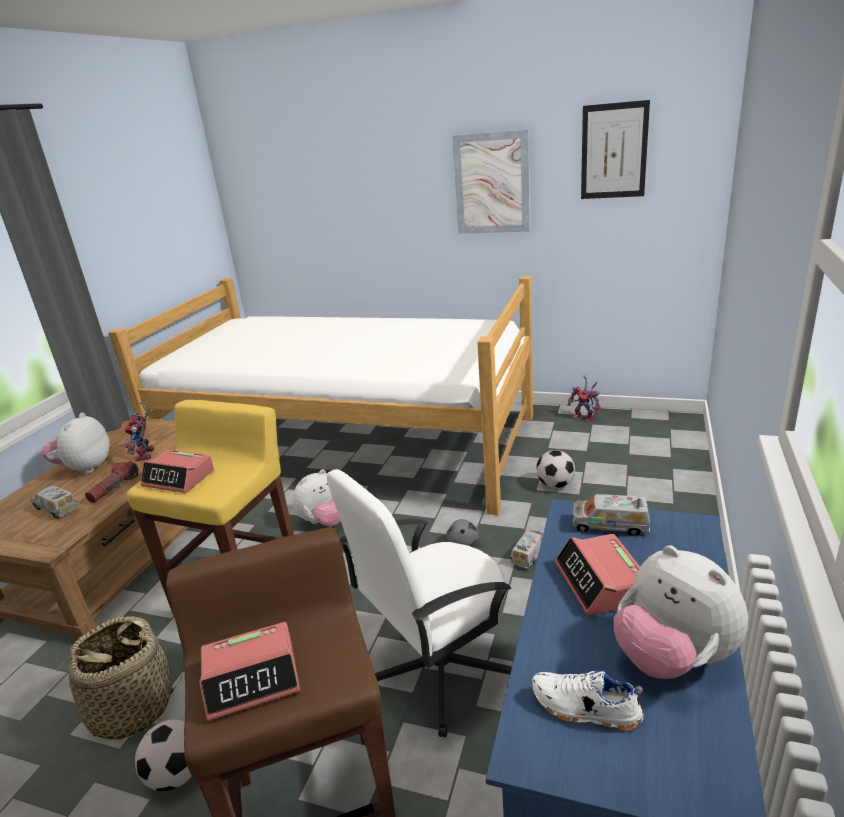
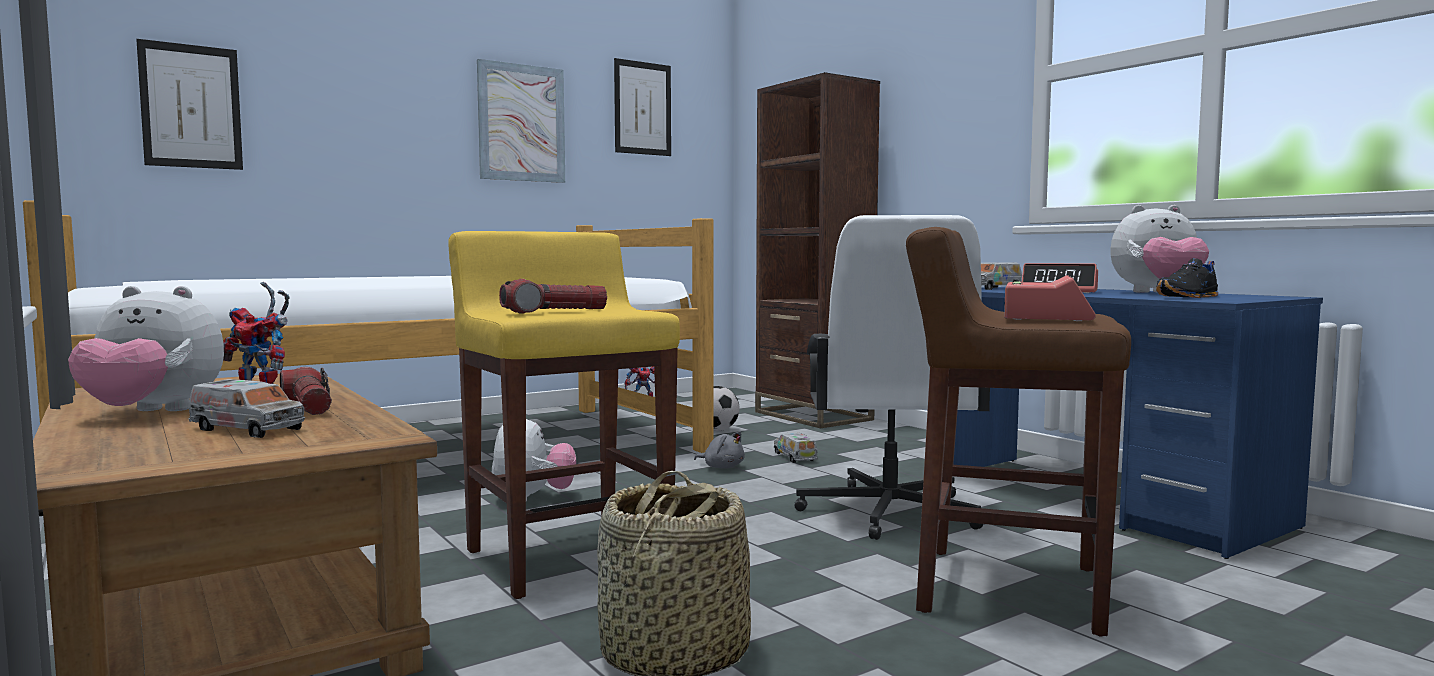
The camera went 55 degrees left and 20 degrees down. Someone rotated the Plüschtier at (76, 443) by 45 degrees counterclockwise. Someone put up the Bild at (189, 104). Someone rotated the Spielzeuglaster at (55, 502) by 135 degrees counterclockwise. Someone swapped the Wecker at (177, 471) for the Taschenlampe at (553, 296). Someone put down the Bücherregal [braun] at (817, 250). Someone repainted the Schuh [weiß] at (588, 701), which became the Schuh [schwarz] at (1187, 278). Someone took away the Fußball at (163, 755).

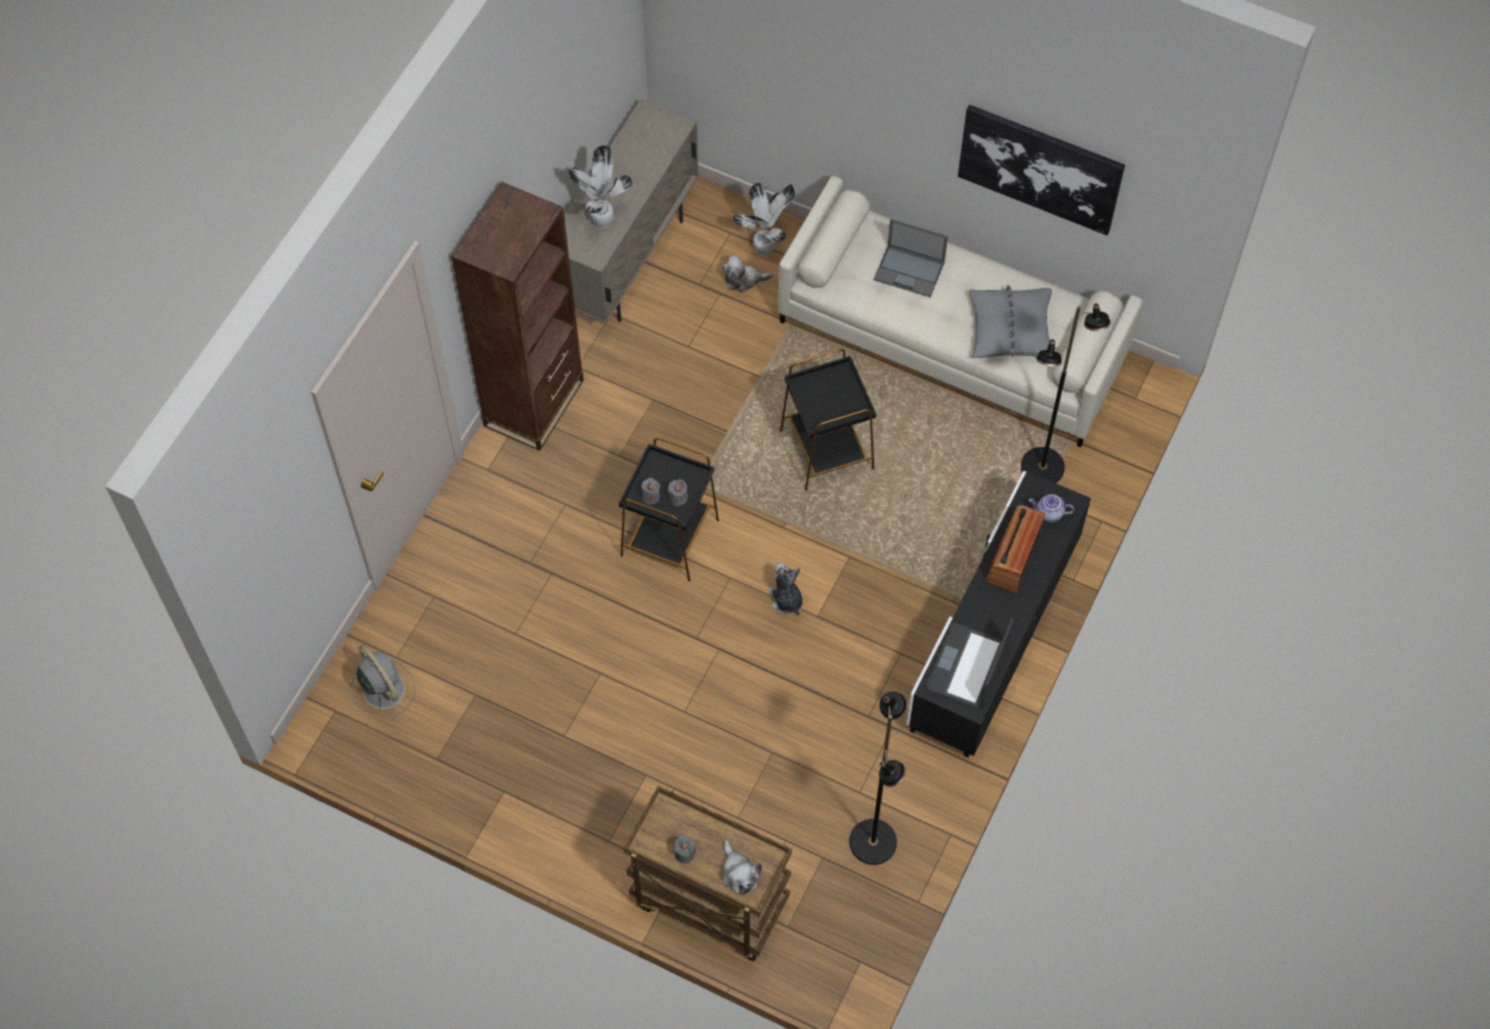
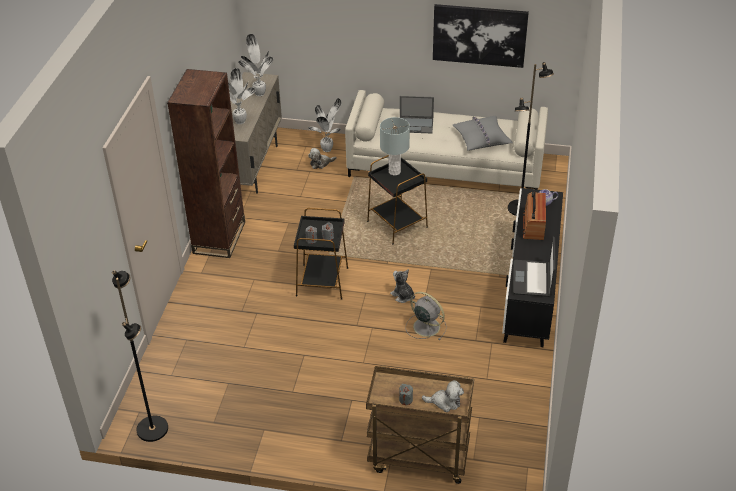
The camera went 15 degrees left and 20 degrees down. Someone carried the Stehlampe [schwarz] from (878, 778) to (140, 356). Someone put down the Topfpflanze at (255, 65). Someone put down the Tischlampe [grau] at (395, 146). Someone carried the Ventilator [grau] from (383, 683) to (426, 316). Someone rotated the Plüschtier at (742, 867) by 45 degrees counterclockwise.

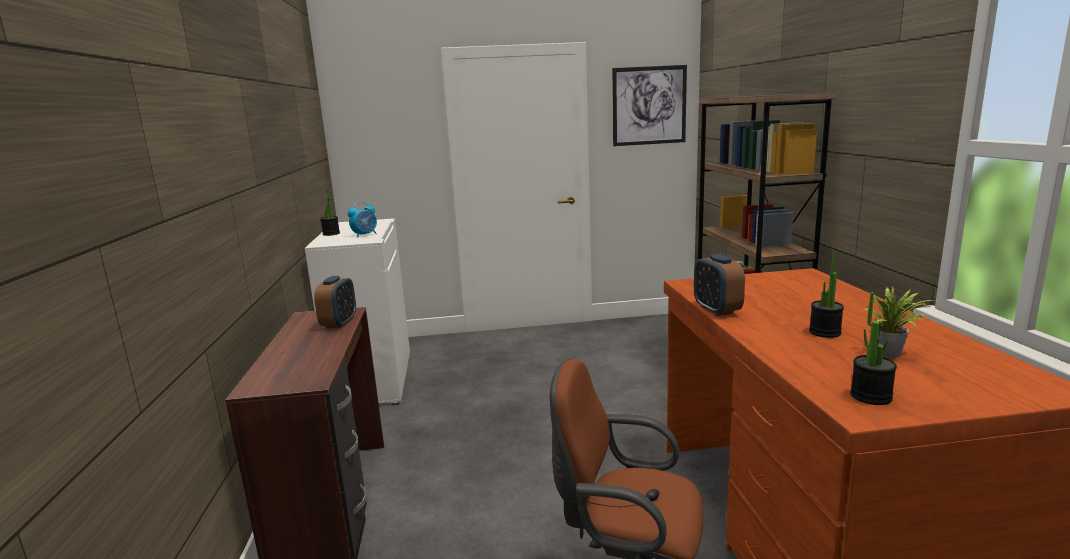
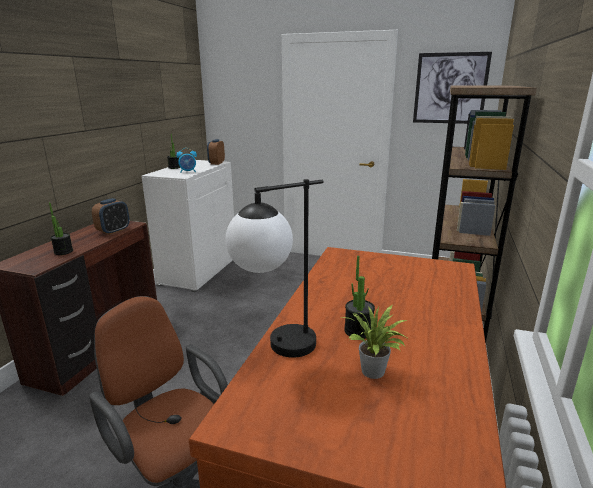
The camera went 25 degrees right and 5 degrees up. Someone carried the Topfpflanze from (873, 348) to (61, 228). Someone carried the Wecker from (719, 285) to (216, 152). Someone put down the Tischlampe at (274, 268).

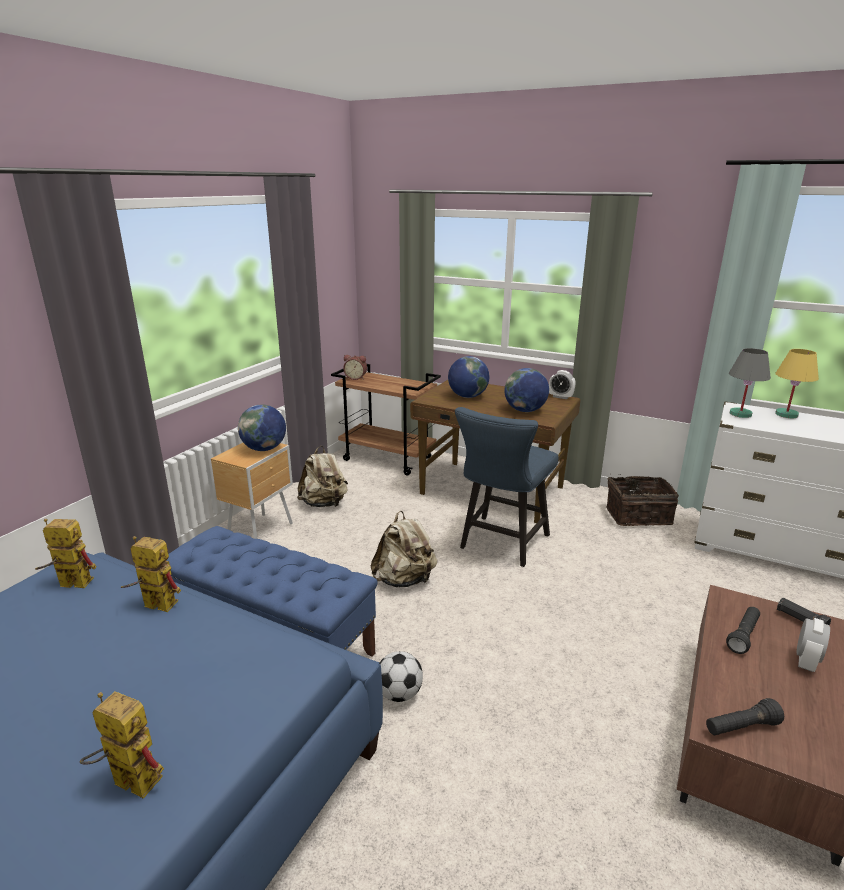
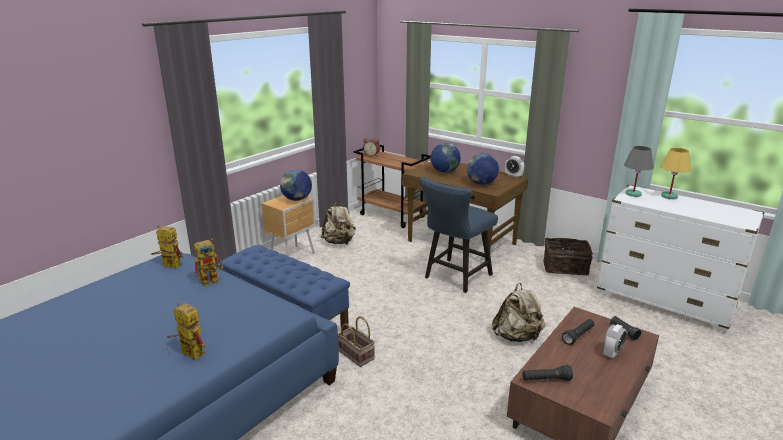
The camera went 10 degrees right and 0 degrees up. Someone rotated the Spielzeugroboter at (151, 574) by 120 degrees clockwise. Someone swapped the Fußball at (401, 676) for the Korb at (356, 341). Someone carried the Rucksack [beige] from (404, 549) to (518, 312).

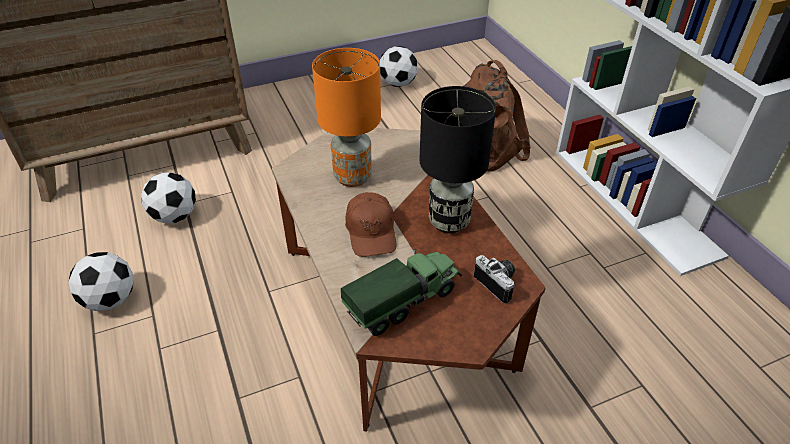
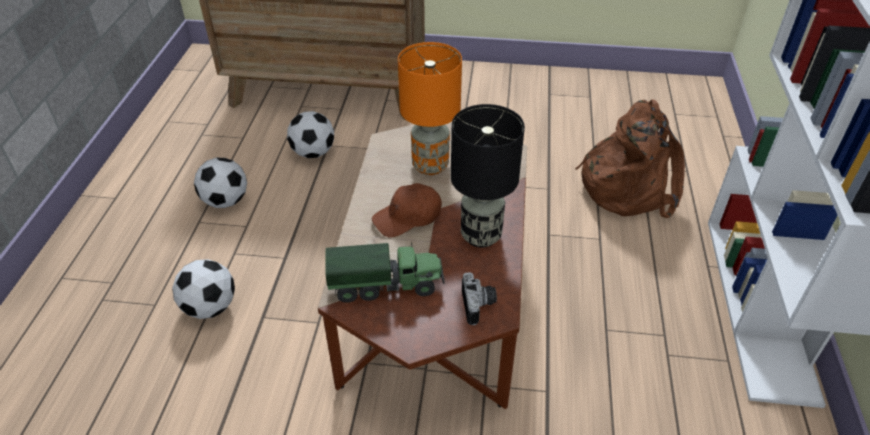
The camera went 30 degrees right and 0 degrees up. Someone carried the Fußball from (399, 66) to (203, 289). Someone rotated the Kappe [braun] at (370, 224) by 45 degrees clockwise.

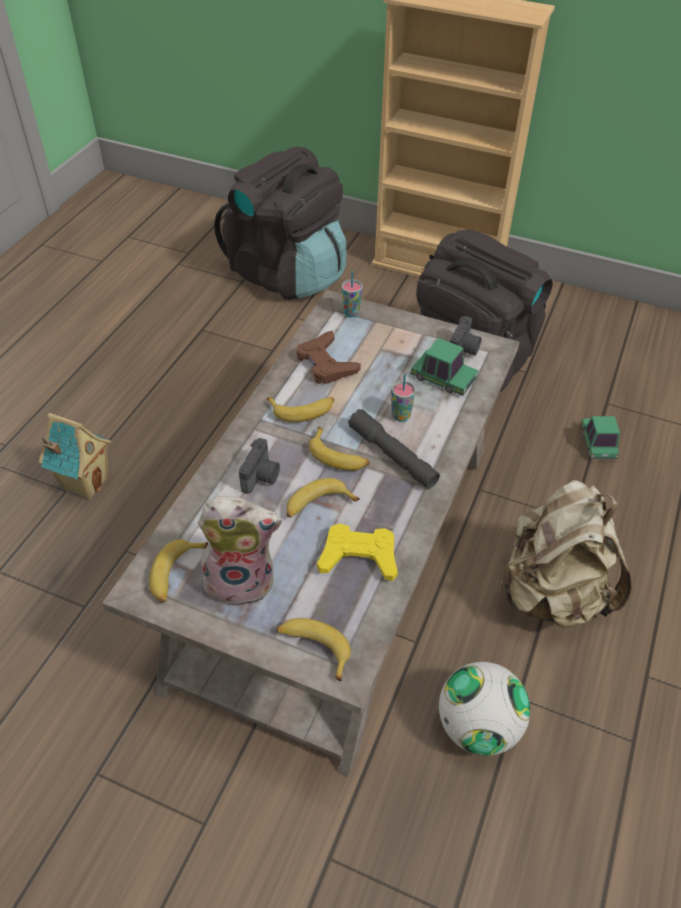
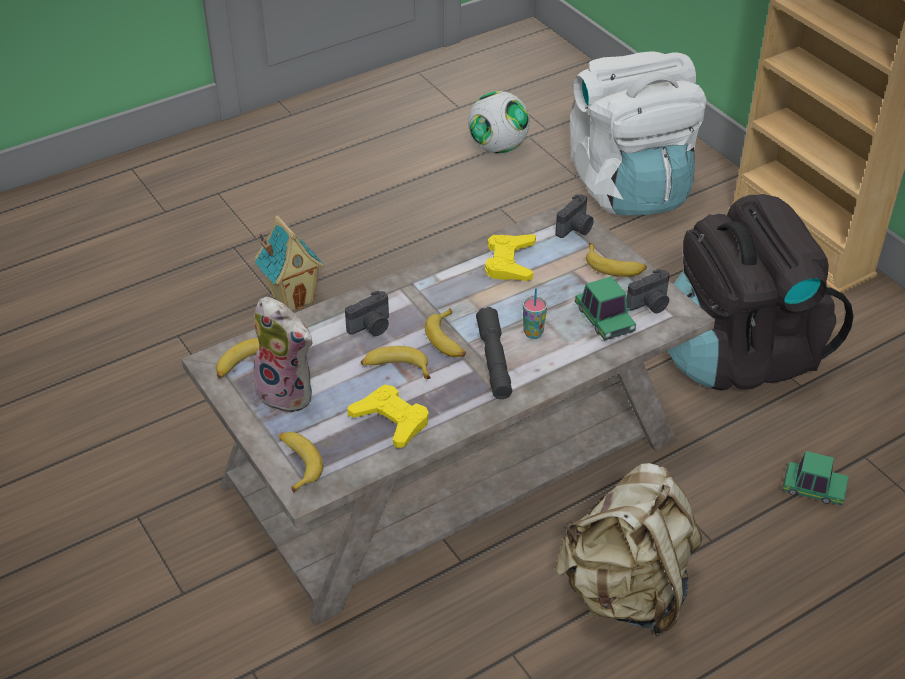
The camera went 35 degrees right and 5 degrees down. Someone carried the Fußball from (484, 709) to (499, 122). Someone repainted the Gamepad [braun] at (329, 357), which became the Gamepad [gelb] at (510, 257). Someone swapped the Tasse at (352, 294) for the Kamera at (574, 216). Someone repainted the Rucksack [schwarz] at (280, 223), which became the Rucksack [weiß] at (638, 133). Someone carried the Banane from (300, 409) to (616, 260). Someone rotated the Spielzeugauto at (600, 437) by 75 degrees clockwise.

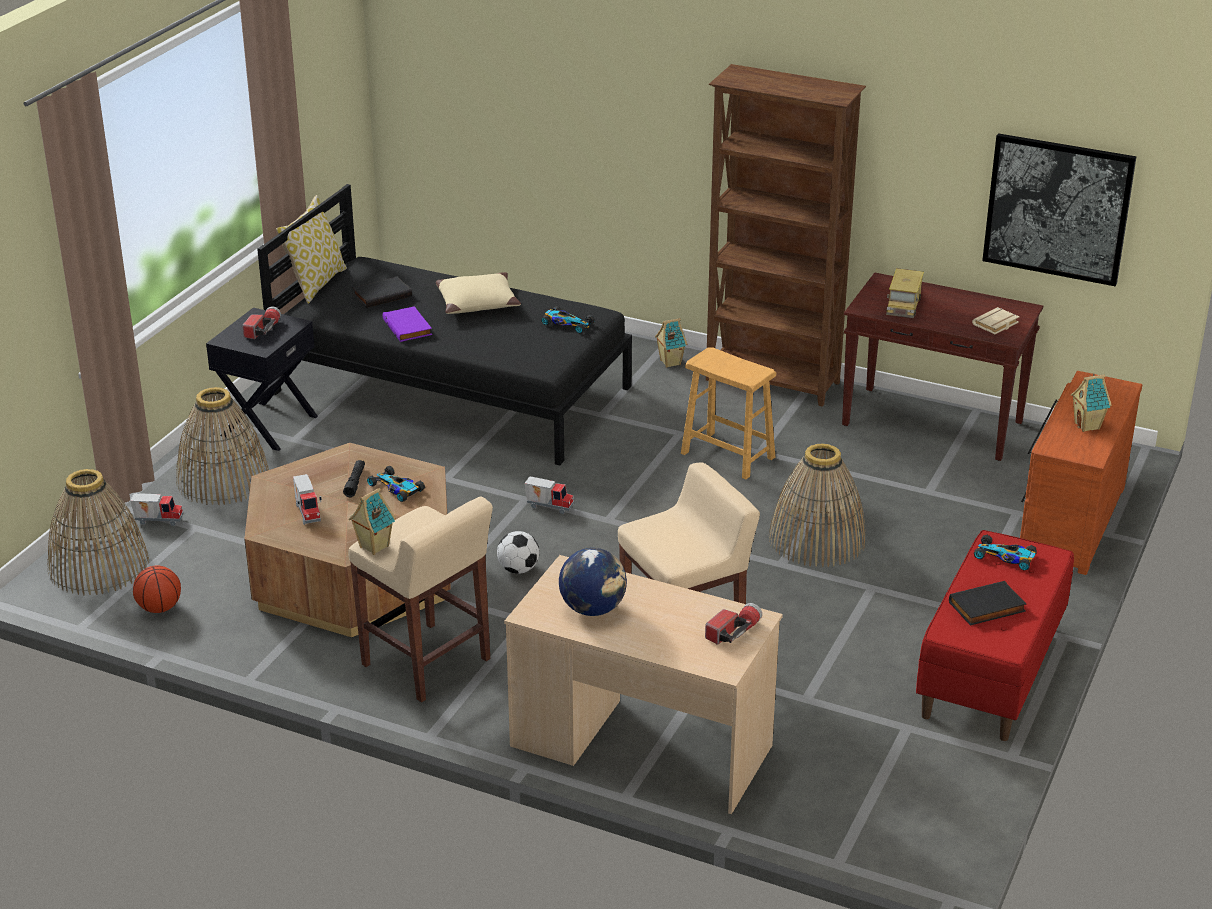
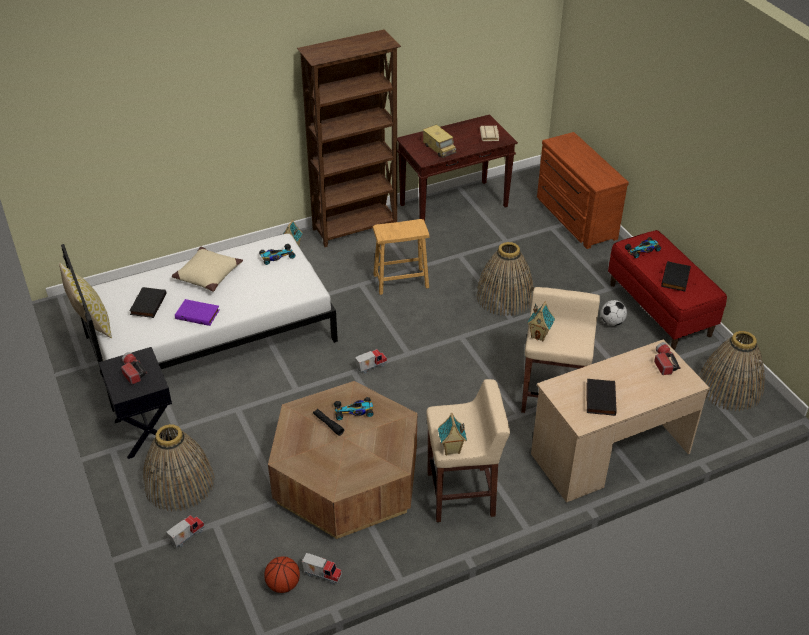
The camera went 50 degrees left and 10 degrees up. Someone repainted the Bett [schwarz] at (444, 324), which became the Bett [weiß] at (199, 323). Someone carried the Spielzeuglaster from (307, 499) to (322, 569). Someone carried the Spielzeughaus from (1091, 403) to (541, 322). Someone swapped the Globus at (593, 582) for the Buch [schwarz] at (601, 397). Someone carried the Fußball from (518, 552) to (614, 313). Someone carried the Korb from (98, 532) to (732, 371). Someone took away the Bild at (1059, 209).

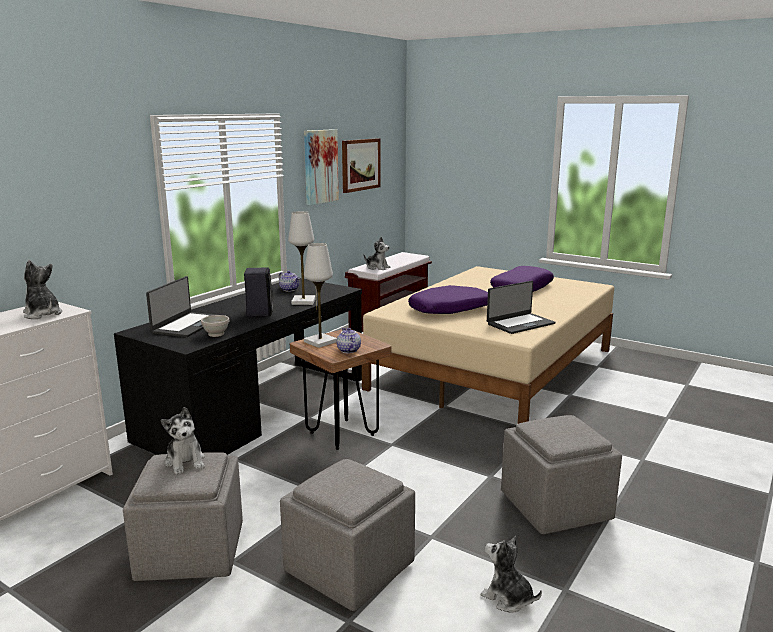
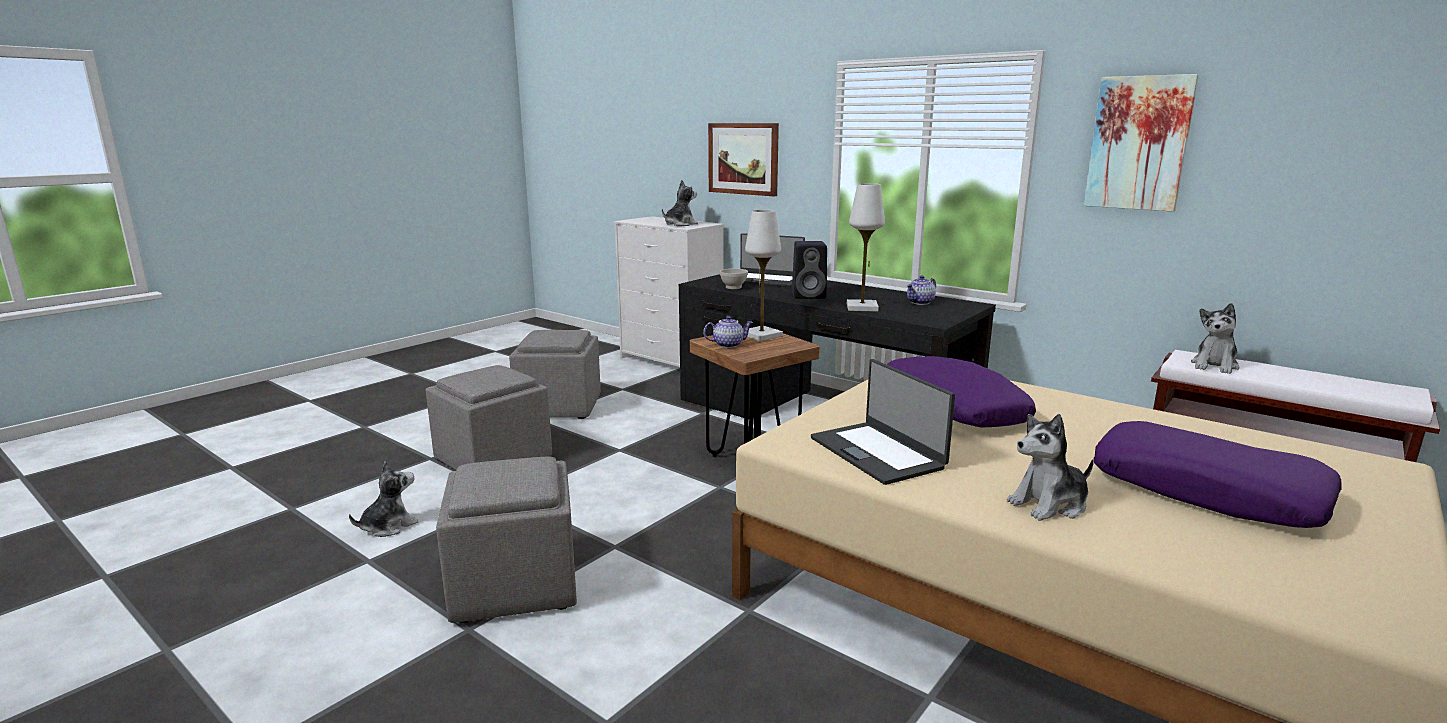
The camera went 95 degrees right and 0 degrees up. Someone carried the Bild from (361, 165) to (743, 159). Someone carried the Plüschtier from (183, 441) to (1050, 467).

